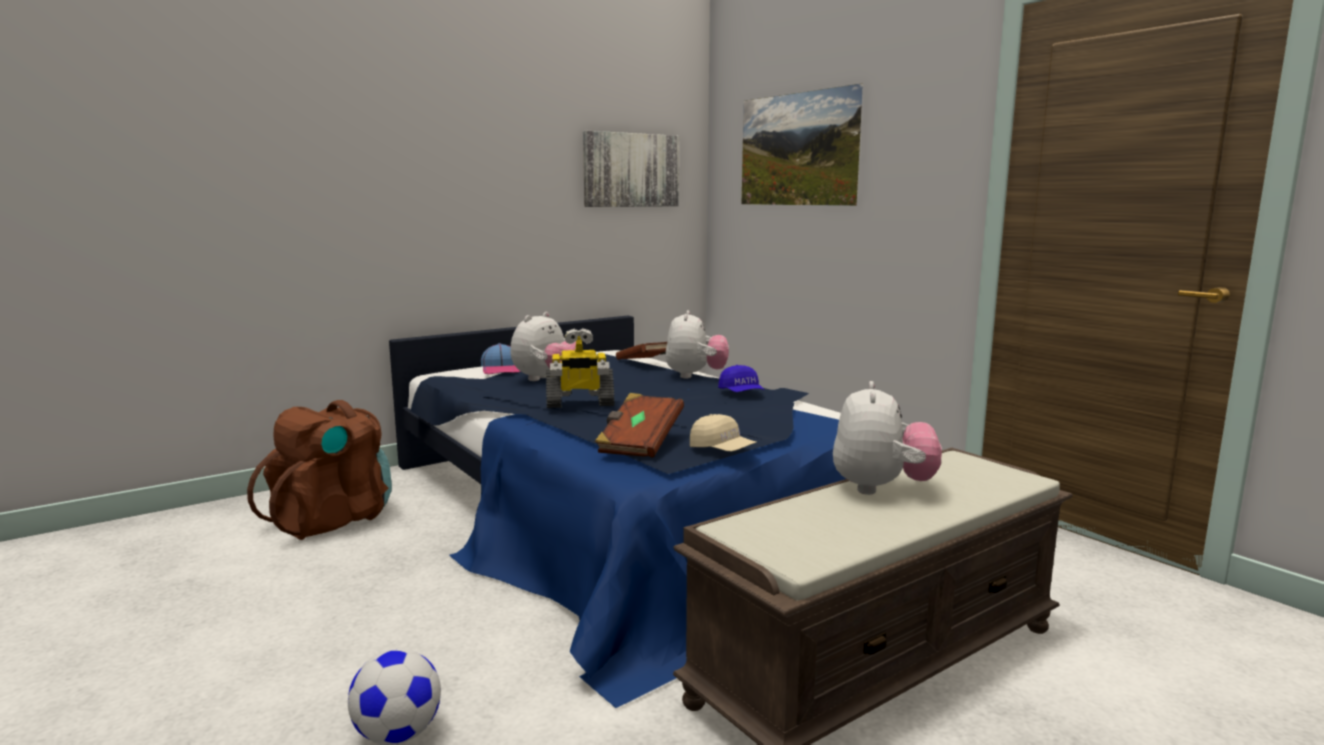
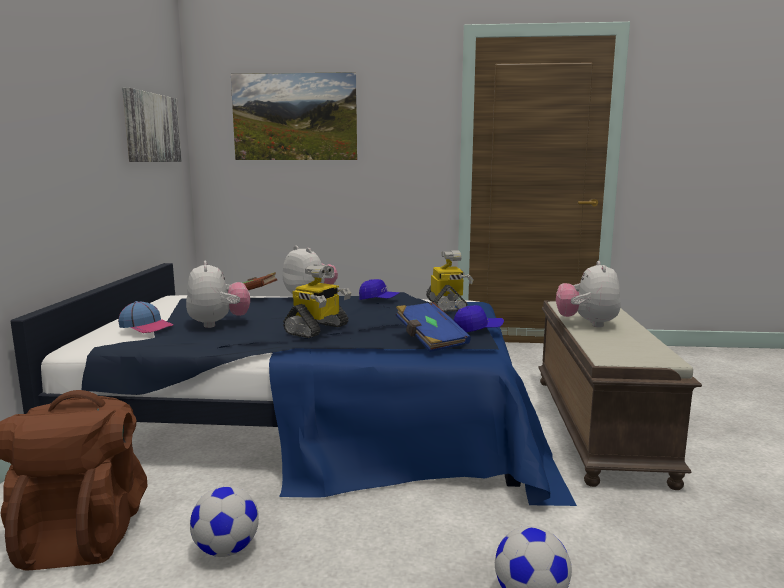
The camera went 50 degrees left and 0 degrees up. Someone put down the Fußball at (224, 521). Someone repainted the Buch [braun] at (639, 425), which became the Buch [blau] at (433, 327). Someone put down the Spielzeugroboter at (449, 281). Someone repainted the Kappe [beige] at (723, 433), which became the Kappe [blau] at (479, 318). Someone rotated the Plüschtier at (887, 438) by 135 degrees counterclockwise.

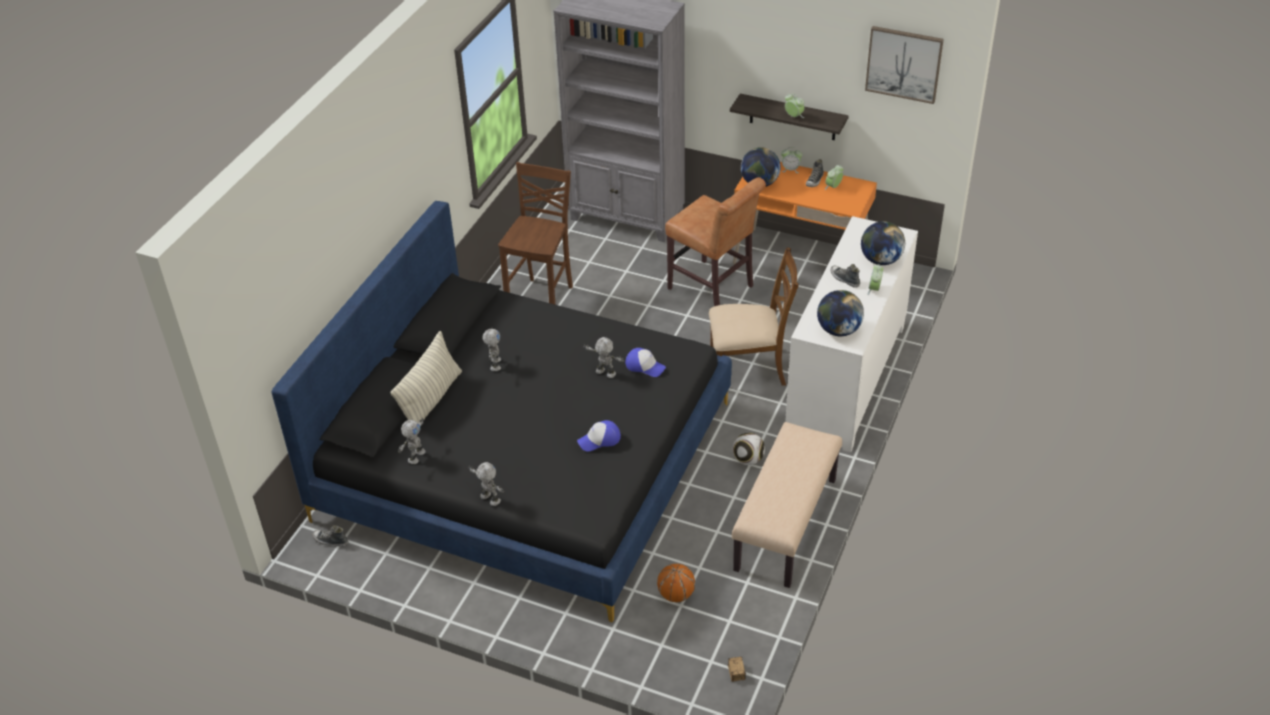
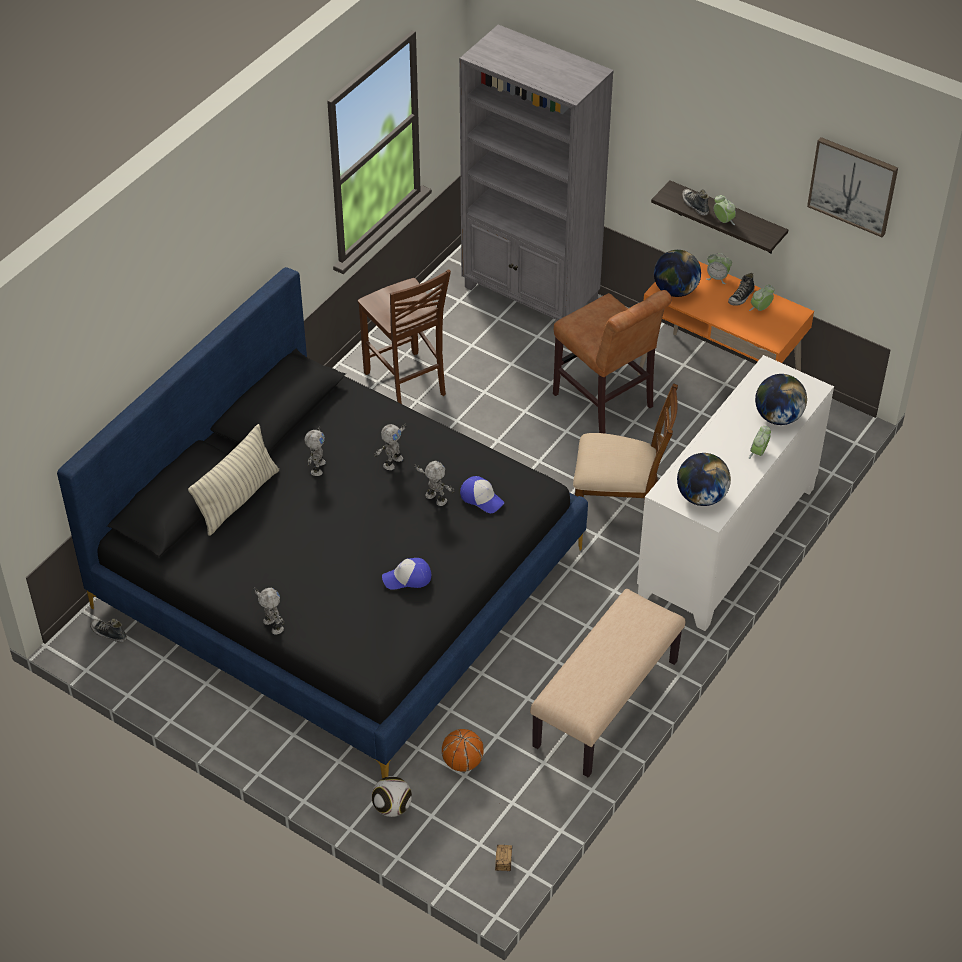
The camera went 10 degrees right and 5 degrees up. Someone rotated the Stuhl [braun] at (535, 233) by 120 degrees clockwise. Someone carried the Fußball from (749, 449) to (392, 796). Someone carried the Spielzeugroboter from (412, 441) to (390, 447). Someone carried the Schuh from (845, 276) to (695, 202).

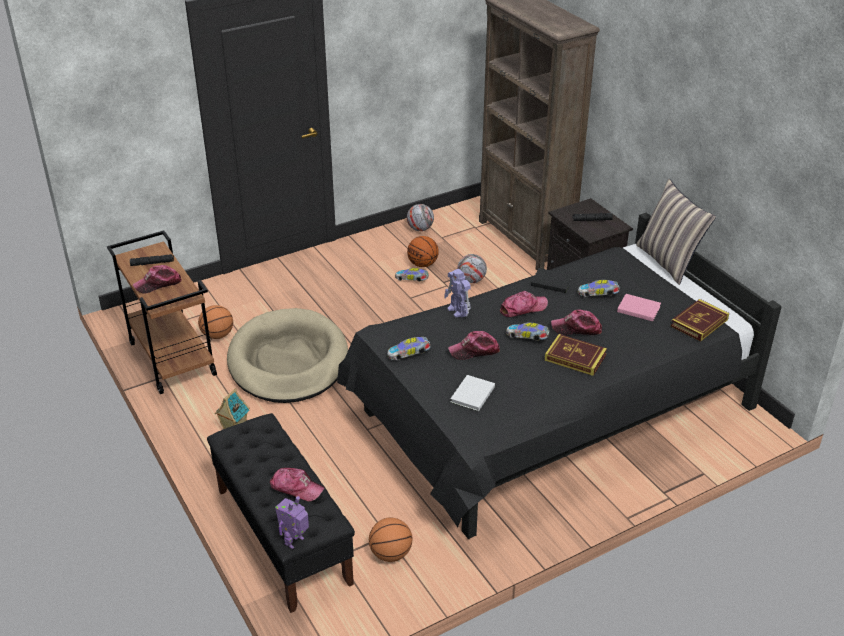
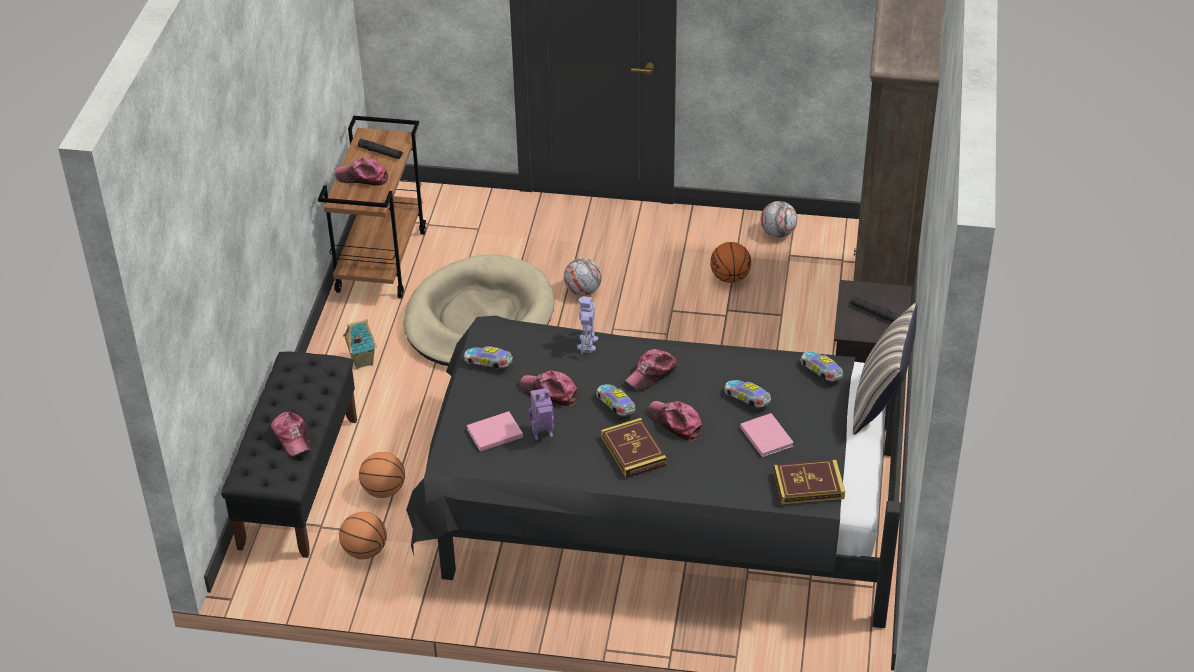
The camera went 40 degrees right and 5 degrees up. Someone carried the Basketball from (215, 322) to (382, 475). Someone repainted the Buch [weiß] at (472, 393), which became the Buch [rosa] at (495, 431). Someone carried the Spielzeugroboter from (292, 522) to (541, 414). Someone carried the Fußball from (472, 268) to (583, 277). Someone rotated the Kappe at (524, 304) by 120 degrees clockwise. Someone carried the Spielzeugauto from (412, 275) to (821, 366). Someone took away the Buch [schwarz] at (552, 280).

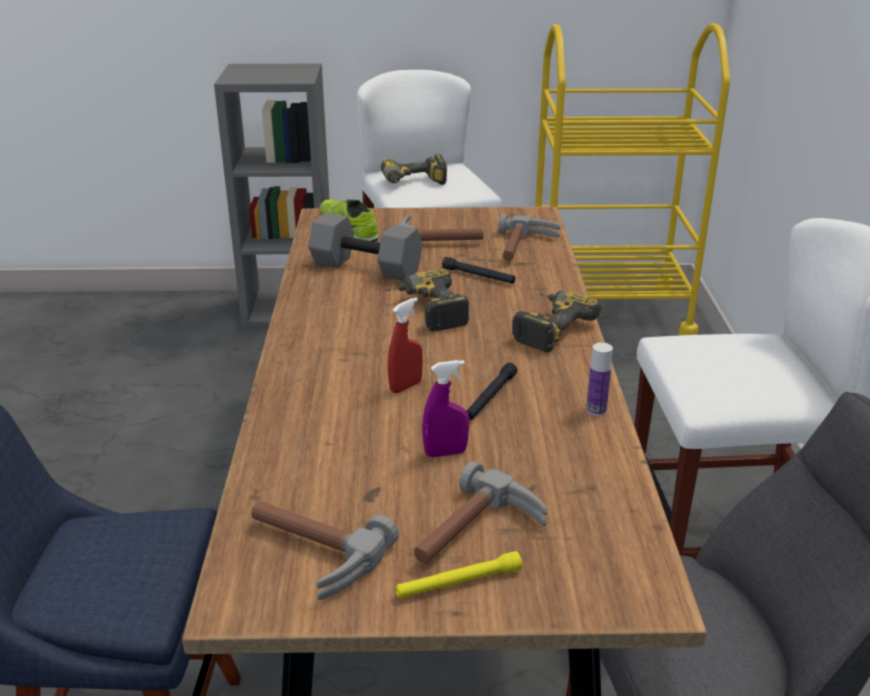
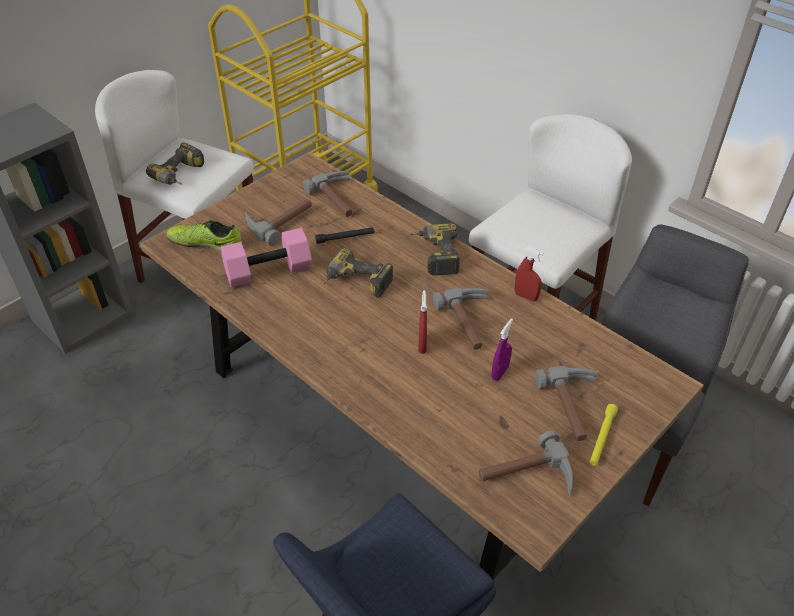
The camera went 45 degrees left and 15 degrees up. Someone repainted the Hantel [grau] at (365, 247), which became the Hantel [rosa] at (266, 258). Someone swapped the Taschenlampe [schwarz] at (491, 391) for the Hammer at (461, 319). Someone swapped the Flasche at (599, 379) for the Sprühflasche [rot] at (529, 274).

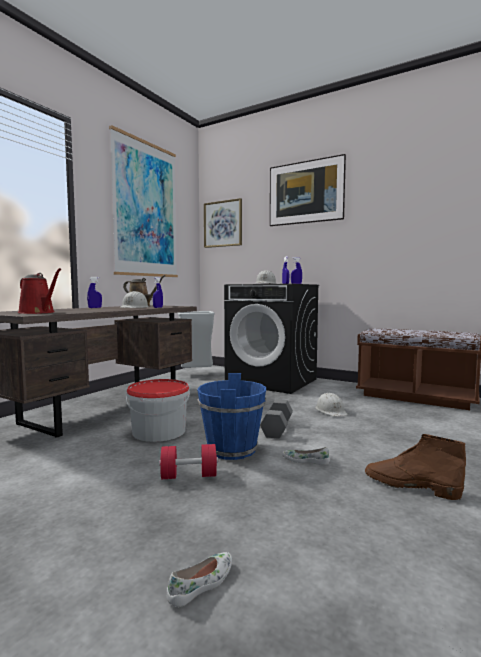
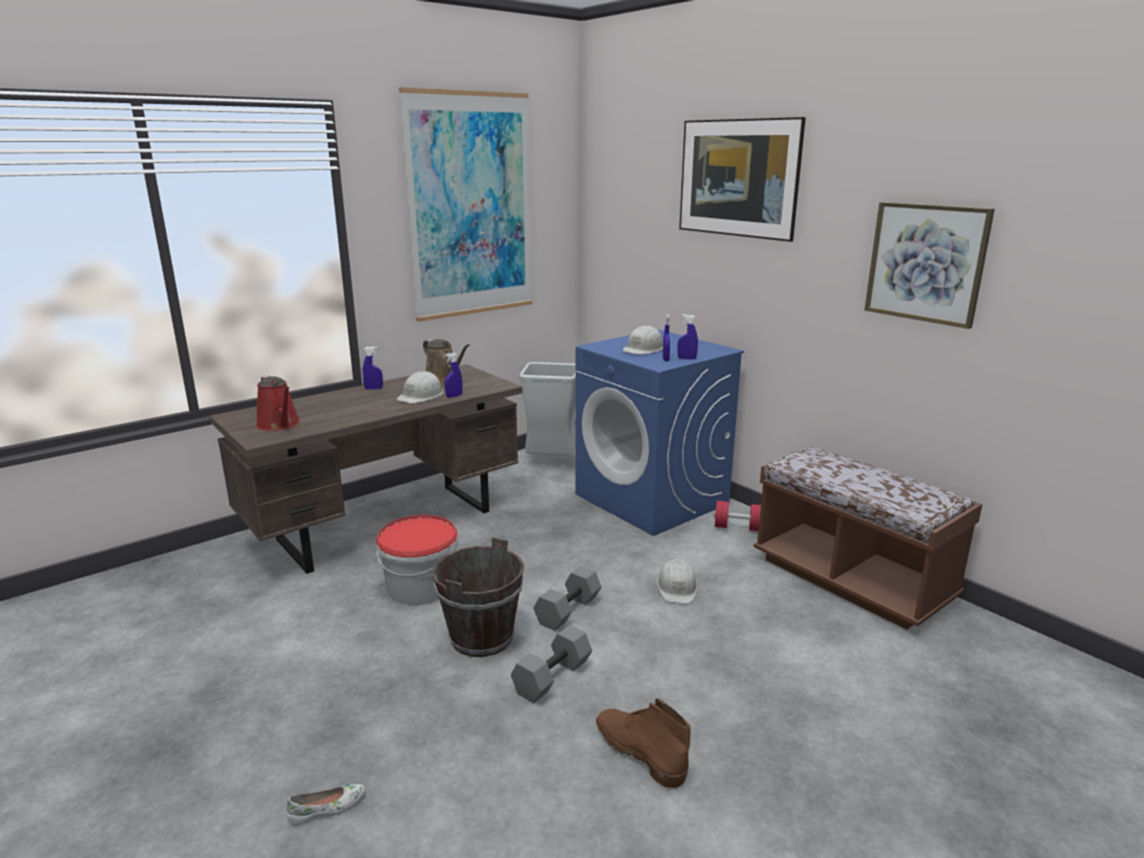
The camera went 20 degrees right and 15 degrees up. Someone repainted the Eimer [blau] at (231, 416), which became the Eimer [braun] at (478, 597). Someone swapped the Schuh [weiß] at (306, 456) for the Hantel [grau] at (551, 664). Someone repainted the Waschmaschine [schwarz] at (271, 339), which became the Waschmaschine [blau] at (659, 432). Someone carried the Hantel [rot] from (188, 461) to (737, 516). Someone carried the Bild from (223, 223) to (930, 265).

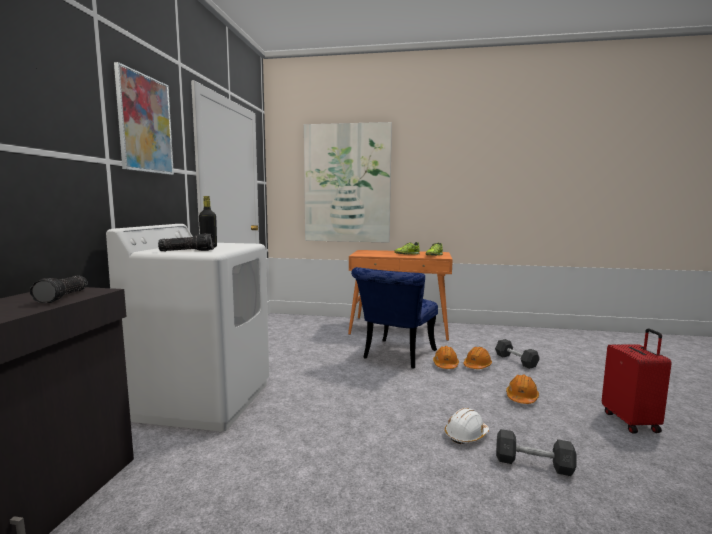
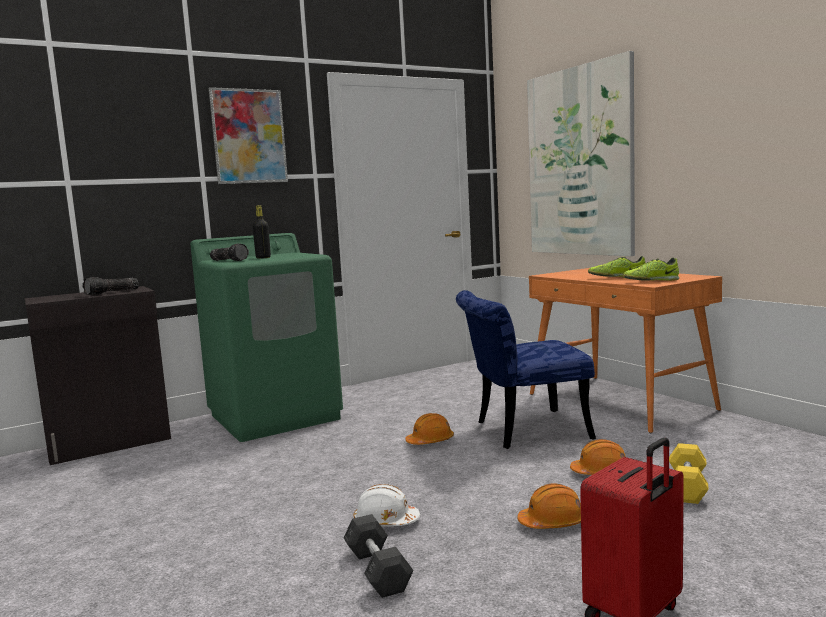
The camera went 50 degrees right and 0 degrees up. Someone repainted the Waschmaschine [weiß] at (187, 328), which became the Waschmaschine [grün] at (266, 337). Someone carried the Schutzhelm [orange] from (446, 357) to (429, 429). Someone repainted the Hantel [grau] at (517, 354), which became the Hantel [gelb] at (689, 473).

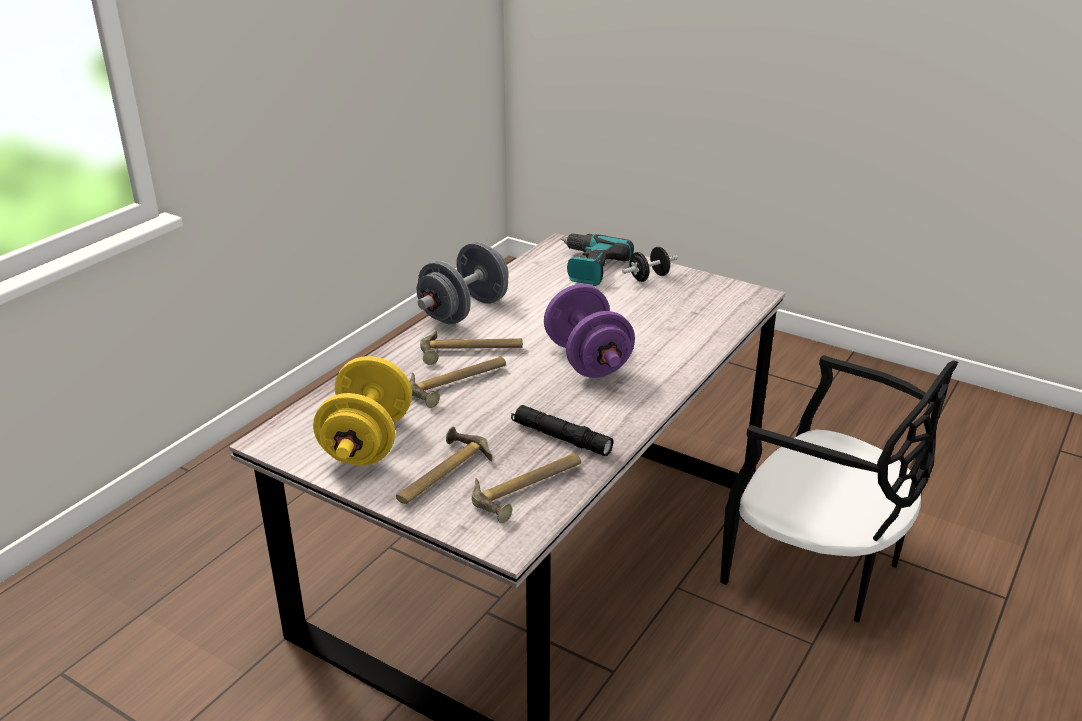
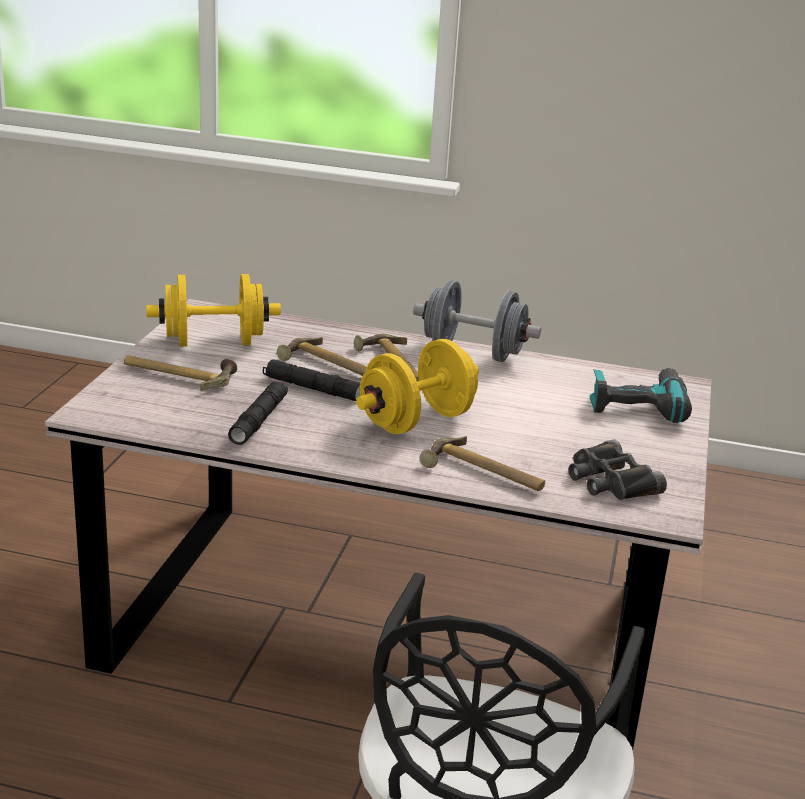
The camera went 70 degrees right and 5 degrees down. Someone put down the Taschenlampe [schwarz] at (311, 380). Someone repainted the Hantel [lila] at (589, 331), which became the Hantel [gelb] at (417, 386). Someone carried the Hammer from (526, 488) to (483, 463). Someone put down the Fernglas [schwarz] at (618, 470). Someone took away the Hantel [schwarz] at (650, 264).

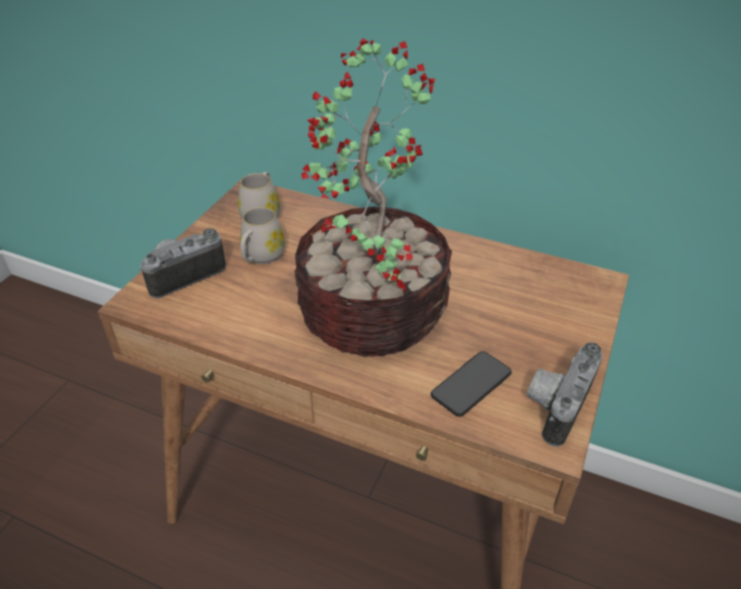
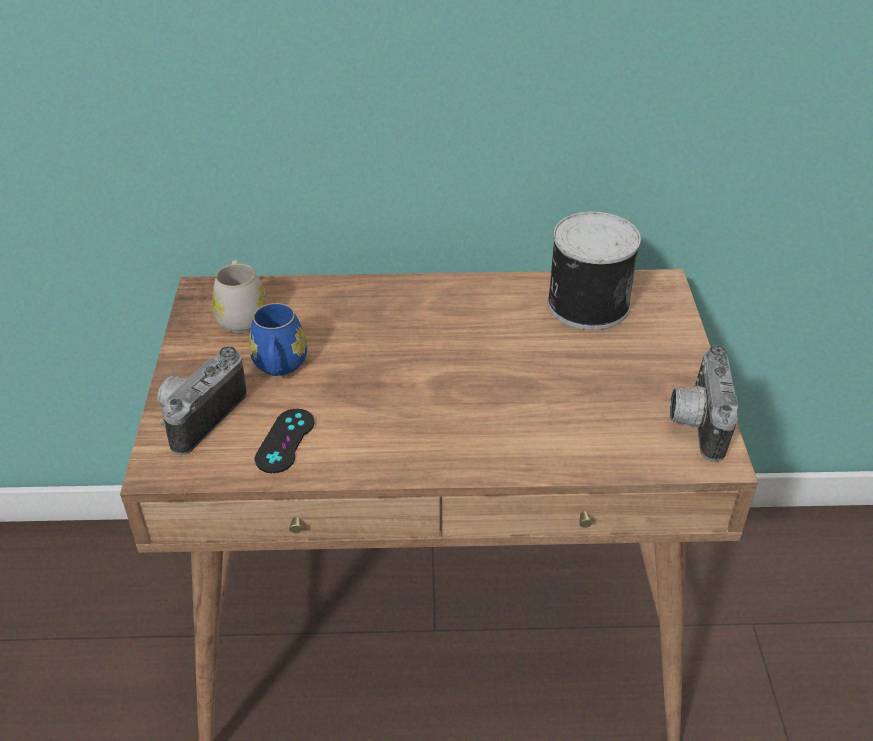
The camera went 25 degrees left and 0 degrees up. Someone repainted the Henkelbecher [weiß] at (262, 235), which became the Henkelbecher [blau] at (278, 339). Someone put down the Gamepad [schwarz] at (284, 441). Someone put down the Dose at (594, 271). Someone took away the Topfpflanze at (373, 197). Someone took away the Handy at (471, 384).

